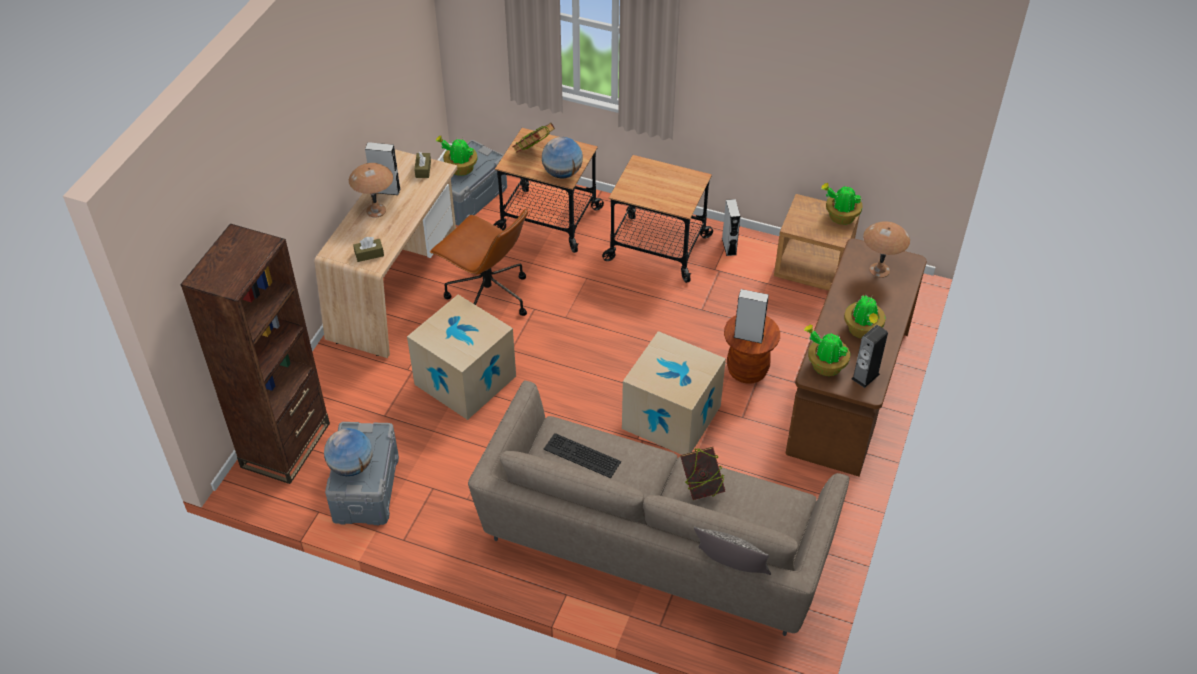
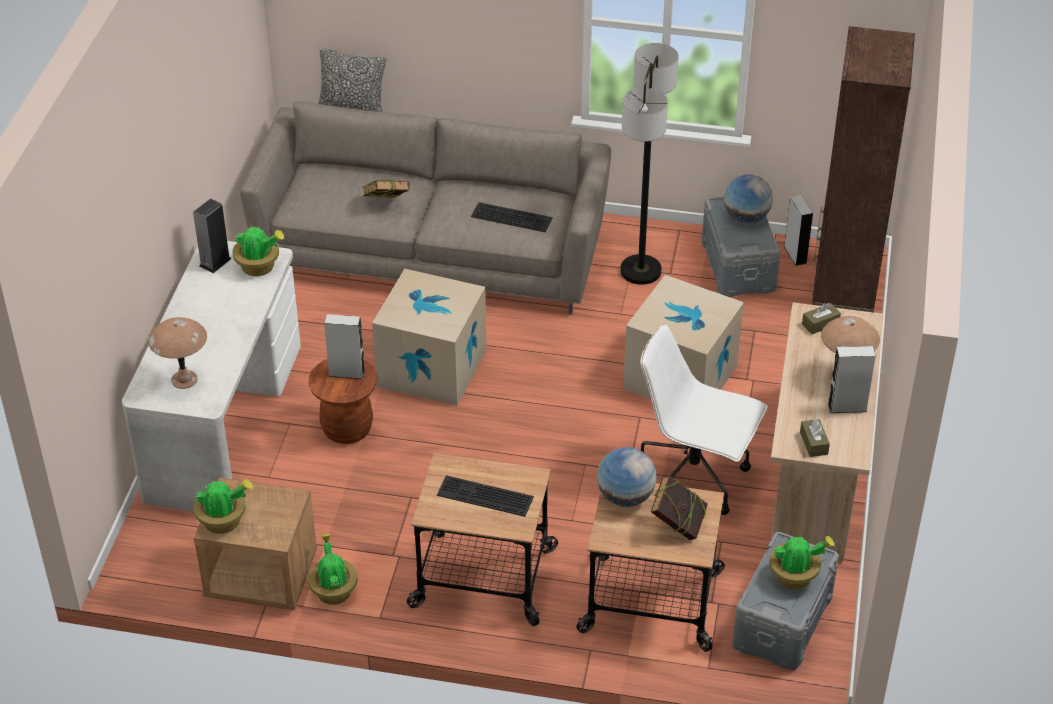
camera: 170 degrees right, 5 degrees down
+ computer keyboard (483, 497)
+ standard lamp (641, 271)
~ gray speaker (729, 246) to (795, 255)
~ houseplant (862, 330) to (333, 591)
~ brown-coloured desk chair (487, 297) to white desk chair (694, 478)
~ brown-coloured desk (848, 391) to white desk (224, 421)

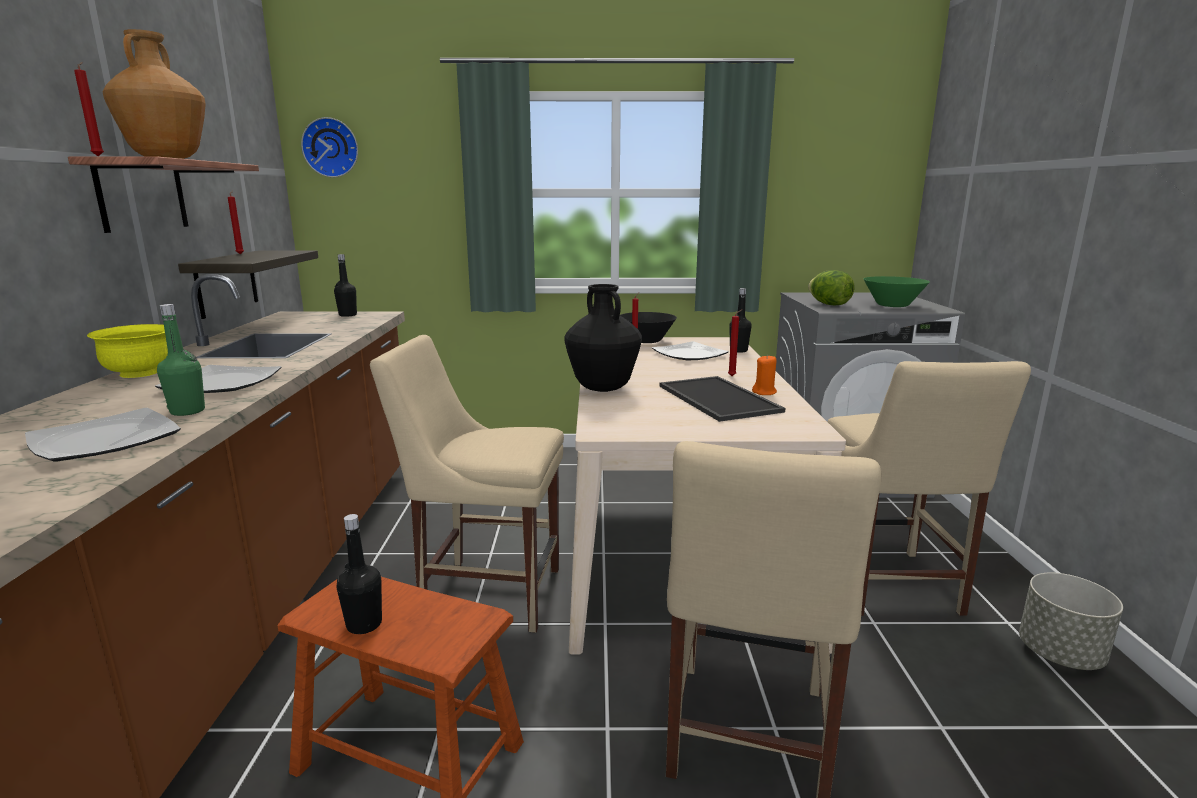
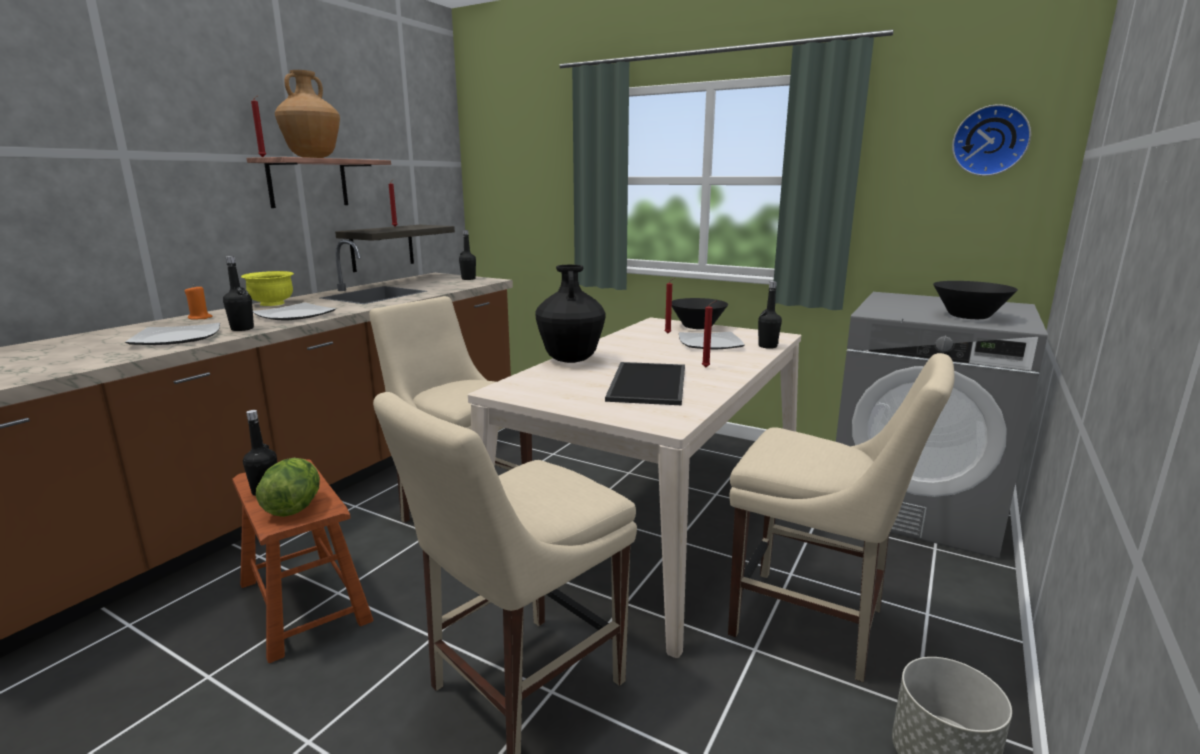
camera: 30 degrees right, 0 degrees up
~ wall clock (331, 148) to (990, 141)
~ orange wax light (764, 392) to (200, 318)
~ lettuce head (829, 304) to (294, 508)
~ greenish beverage bottle (187, 411) to black-coloured beverage bottle (242, 329)
~ greenish bowl (892, 305) to black-coloured bowl (969, 316)
~ beige-coloured plain chair (888, 586) = (815, 624) 90 degrees counterclockwise

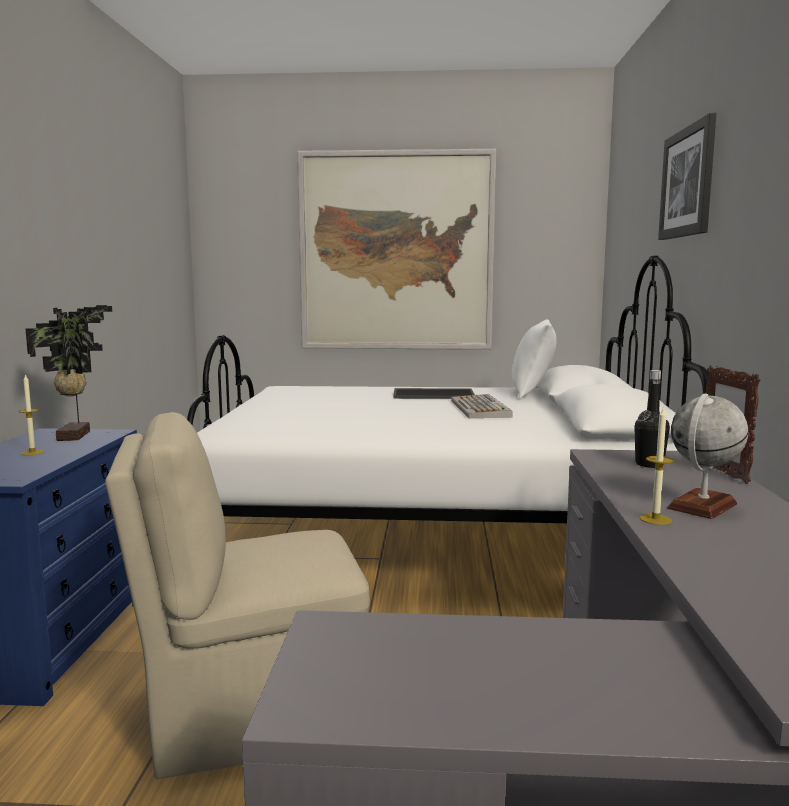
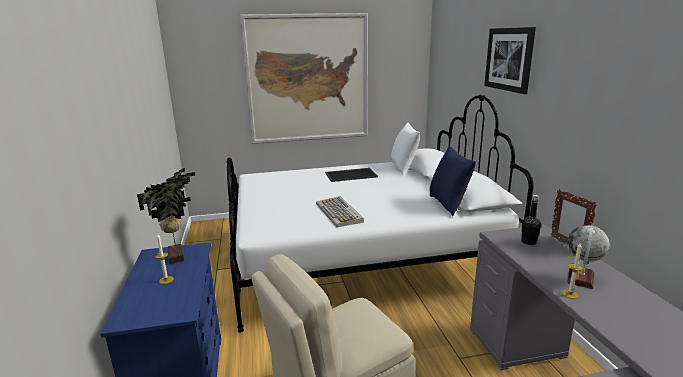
camera: 15 degrees left, 10 degrees up
+ bluish pillow (448, 204)
~ computer keyboard (480, 409) to (339, 212)

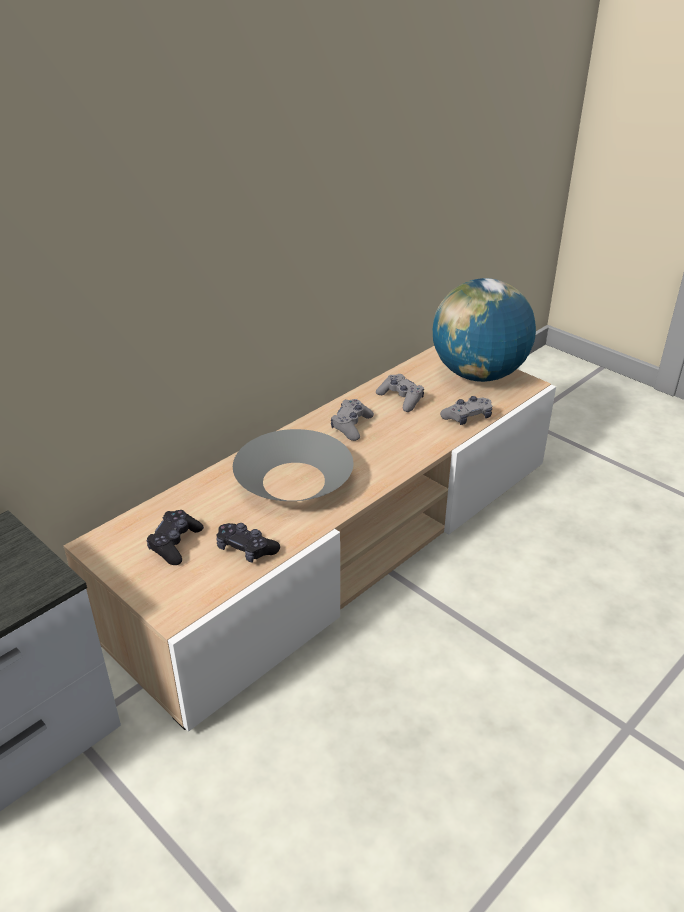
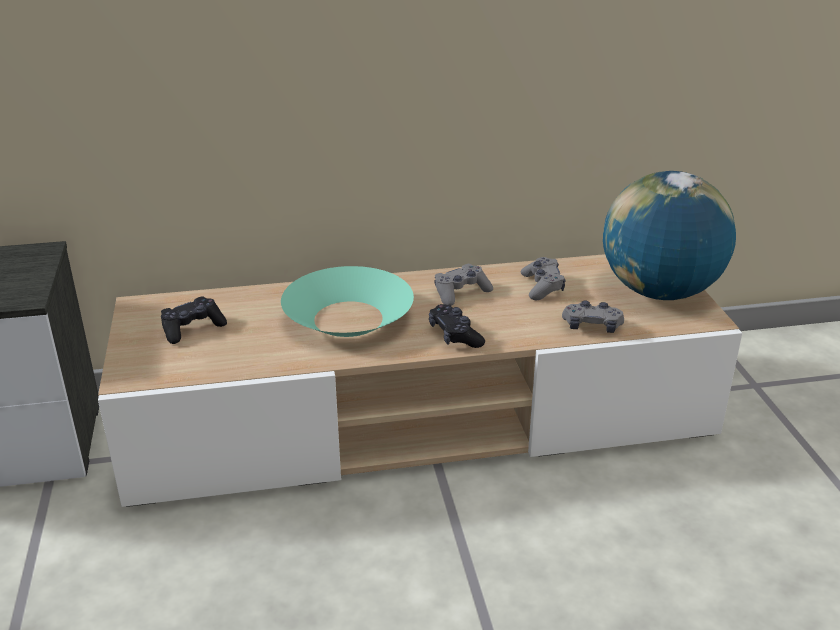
camera: 35 degrees right, 5 degrees down
~ black-coloured game controller (246, 549) to (455, 335)
~ gray bowl (293, 481) to blue-green bowl (348, 318)

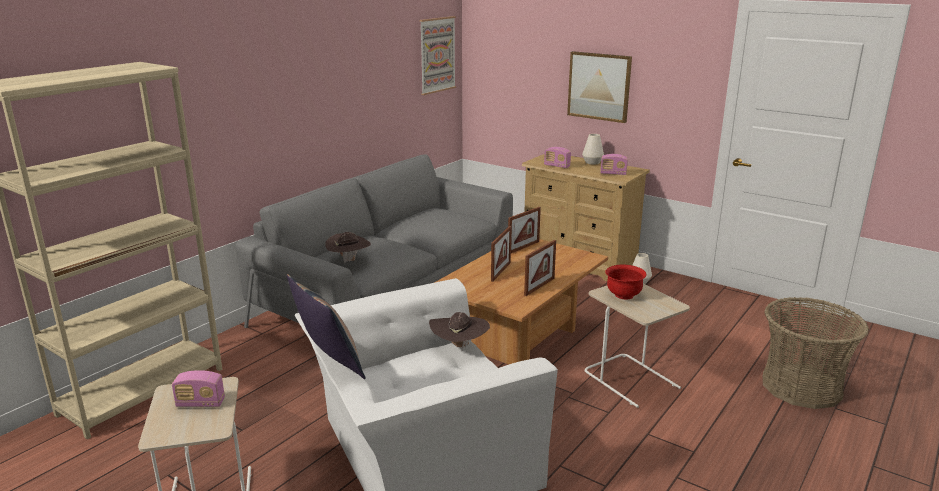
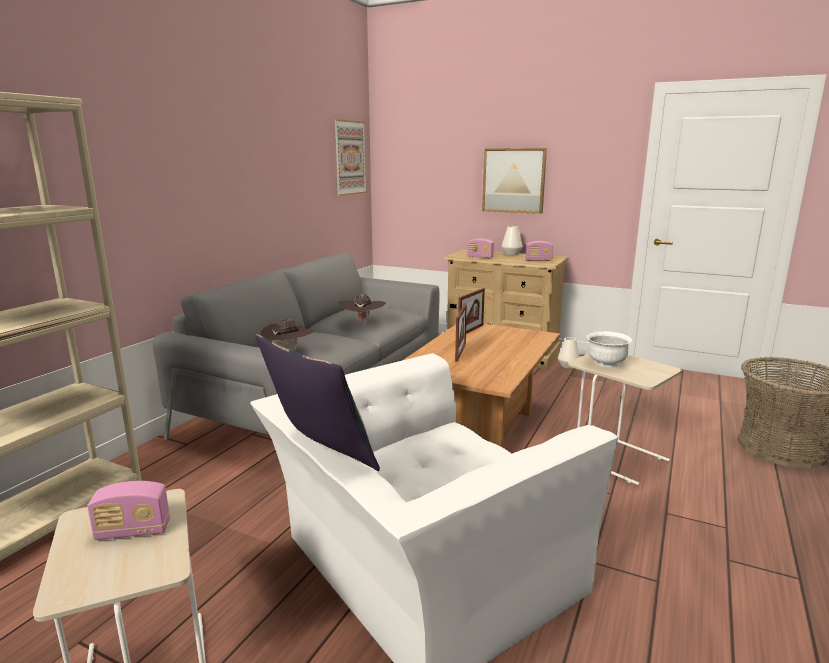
camera: 10 degrees left, 5 degrees down
- picture frame (539, 286)
~ brown-coloured clothing hat (459, 346) to (362, 322)
~ red-coloured bowl (623, 295) to white bowl (606, 363)

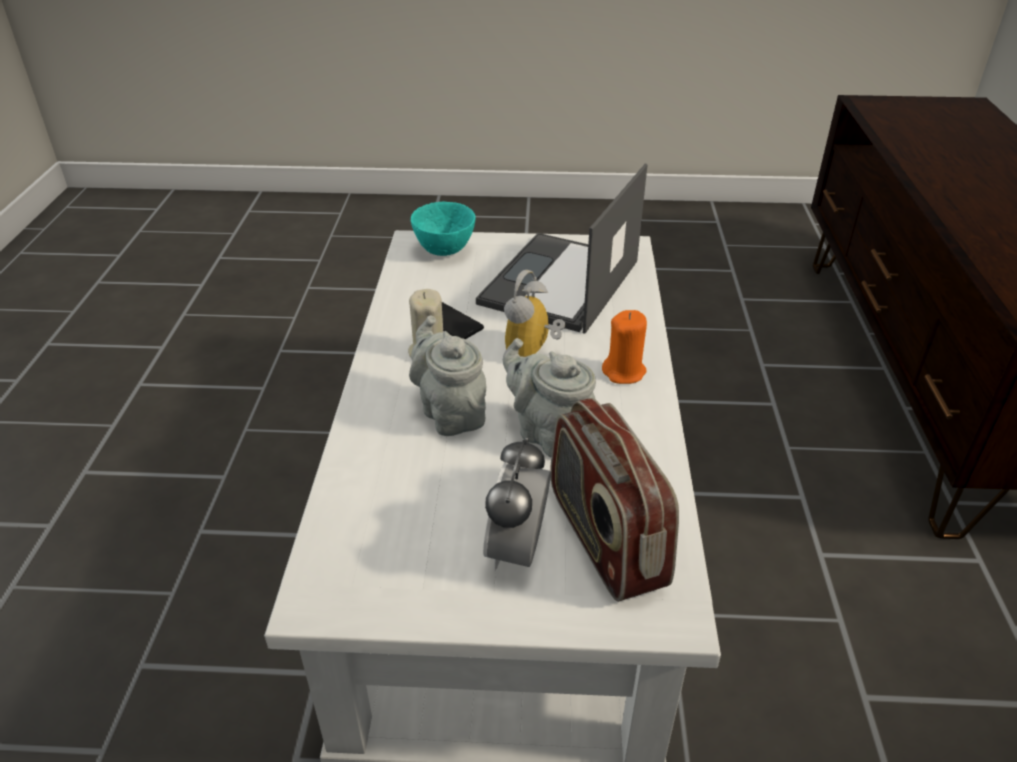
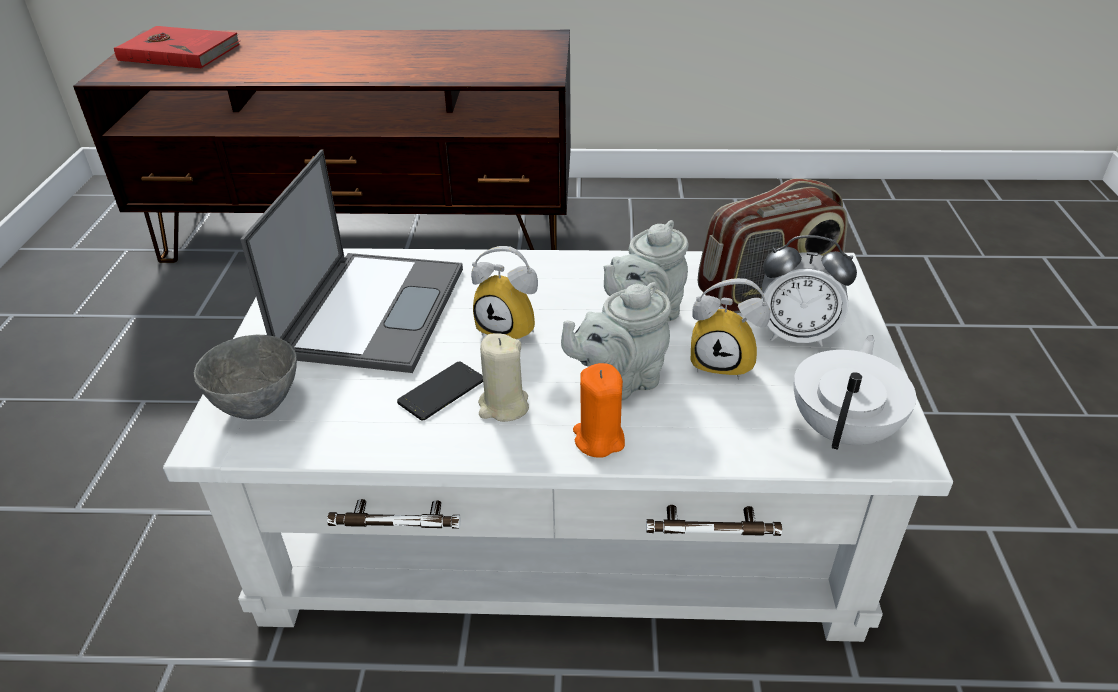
camera: 90 degrees left, 0 degrees up
+ red-coloured book (180, 52)
+ bedside clock (724, 362)
+ white pot for tea (844, 430)
~ orange wax light (624, 372) to (598, 439)
~ blue-green bowl (445, 251) to gray bowl (257, 405)
~ portable computer (559, 284) = (373, 309) 105 degrees counterclockwise

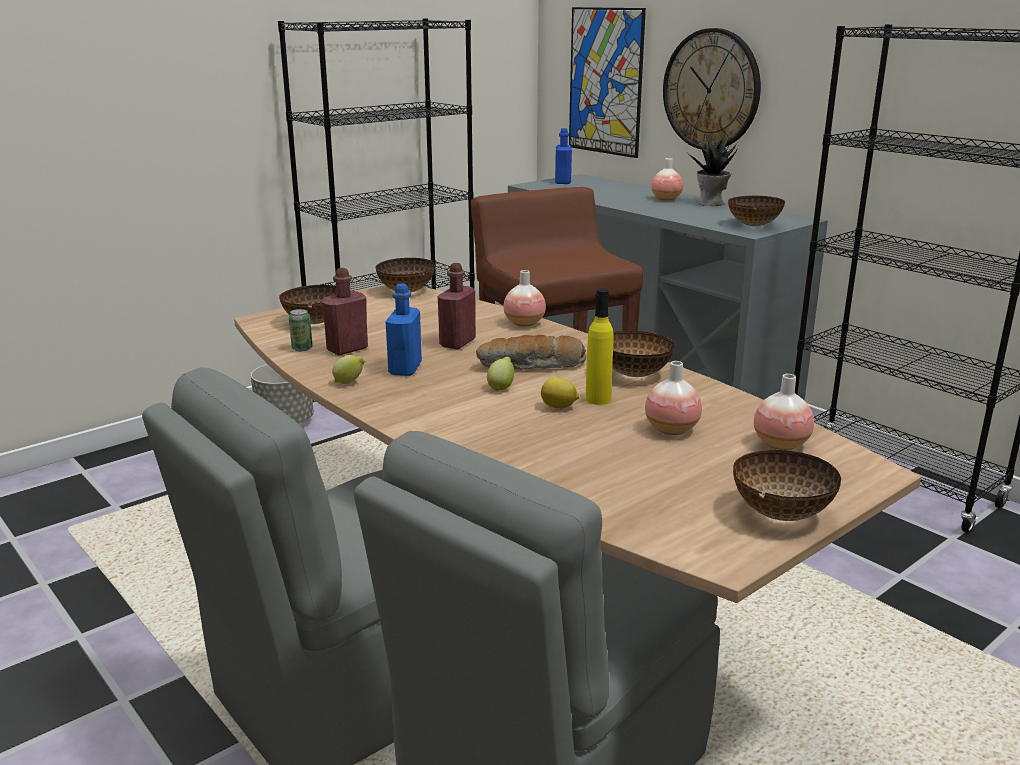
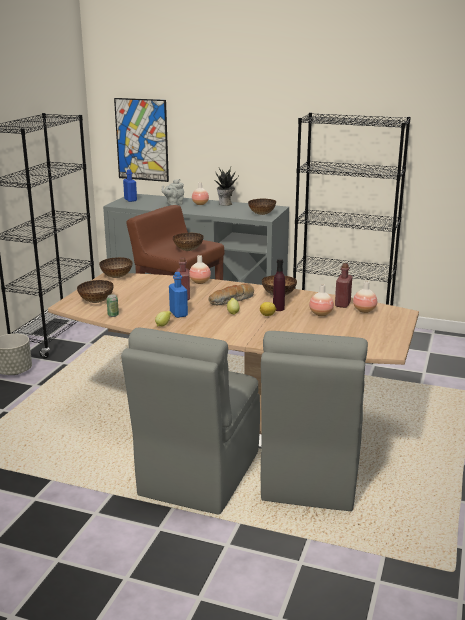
camera: 30 degrees left, 0 degrees up
- wall clock (711, 90)
+ gray pot for tea (174, 204)
~ red-coloured beverage bottle (347, 349) to (342, 304)
~ bowl (780, 513) to (188, 250)
~ yellow-coloured beverage bottle (598, 399) to purple beverage bottle (278, 309)

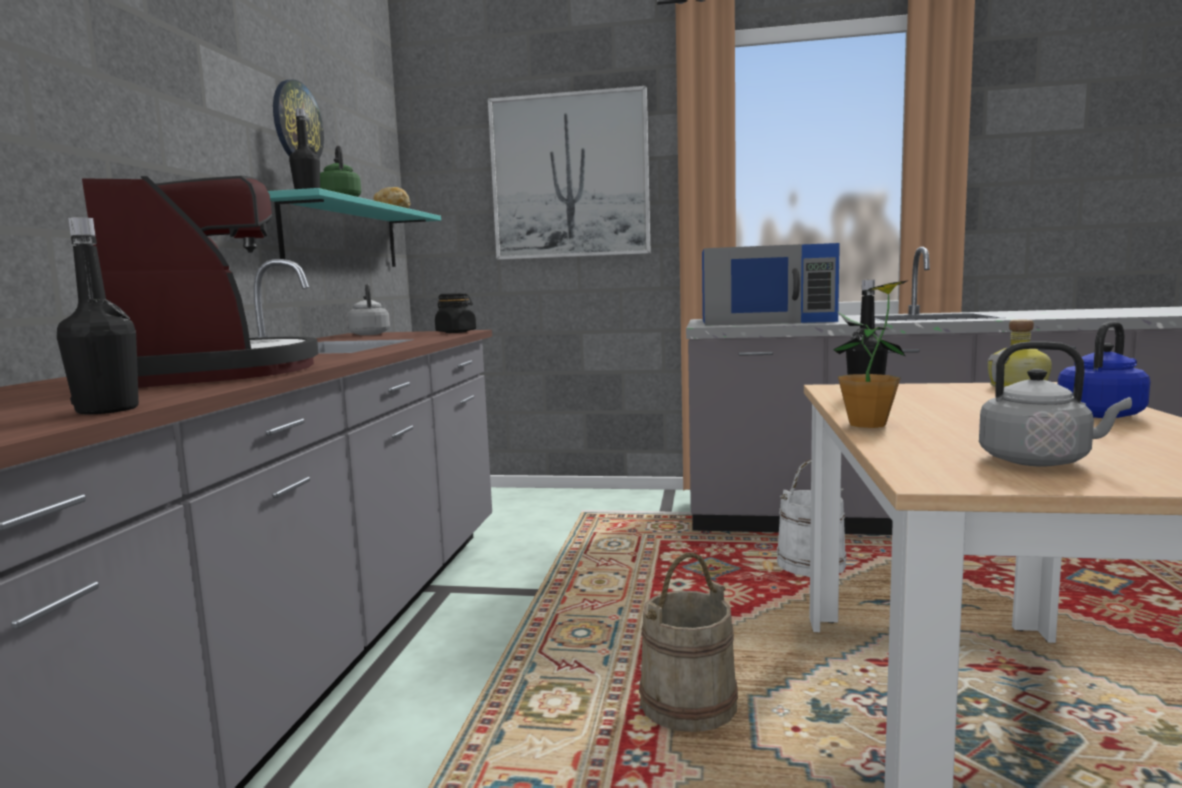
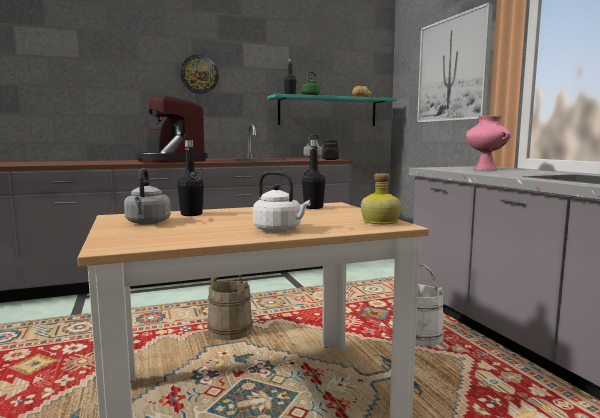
camera: 60 degrees right, 0 degrees up
- houseplant (867, 424)
~ black-coloured beverage bottle (107, 410) to (191, 214)
~ wall clock (296, 123) to (199, 74)
~ bluish microwave oven (766, 320) to pink-coloured decorative vase (486, 169)
~ bluish water kettle (1102, 414) to white water kettle (279, 230)
~ coffee maker (212, 372) = (170, 161) 105 degrees clockwise

